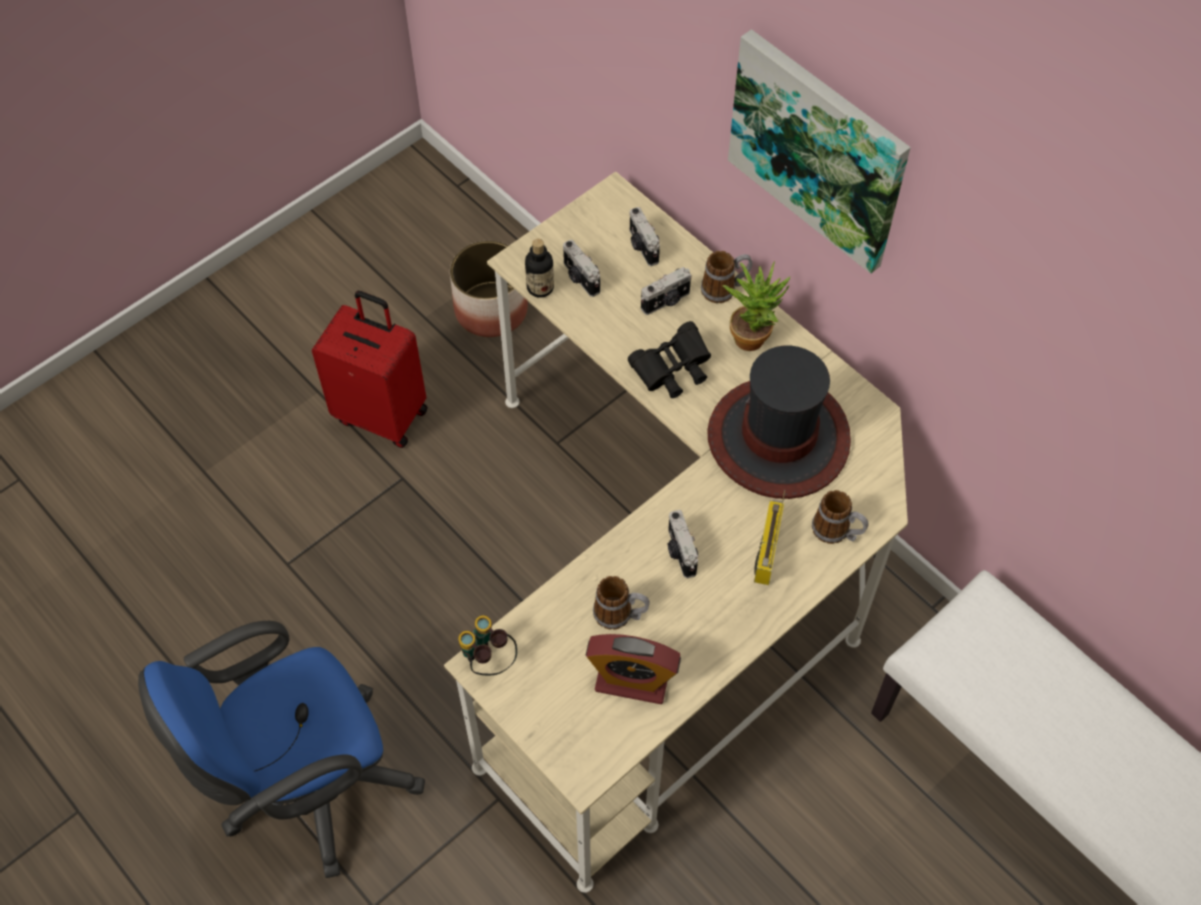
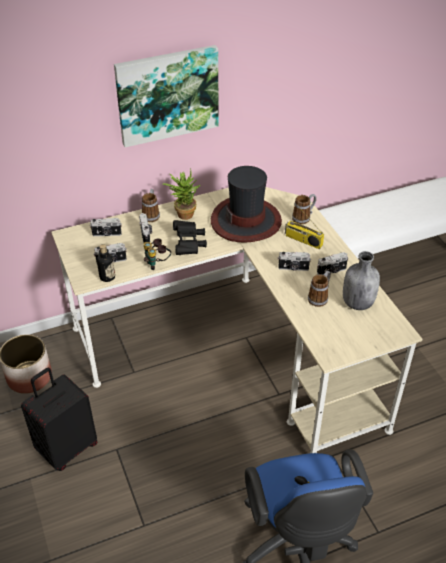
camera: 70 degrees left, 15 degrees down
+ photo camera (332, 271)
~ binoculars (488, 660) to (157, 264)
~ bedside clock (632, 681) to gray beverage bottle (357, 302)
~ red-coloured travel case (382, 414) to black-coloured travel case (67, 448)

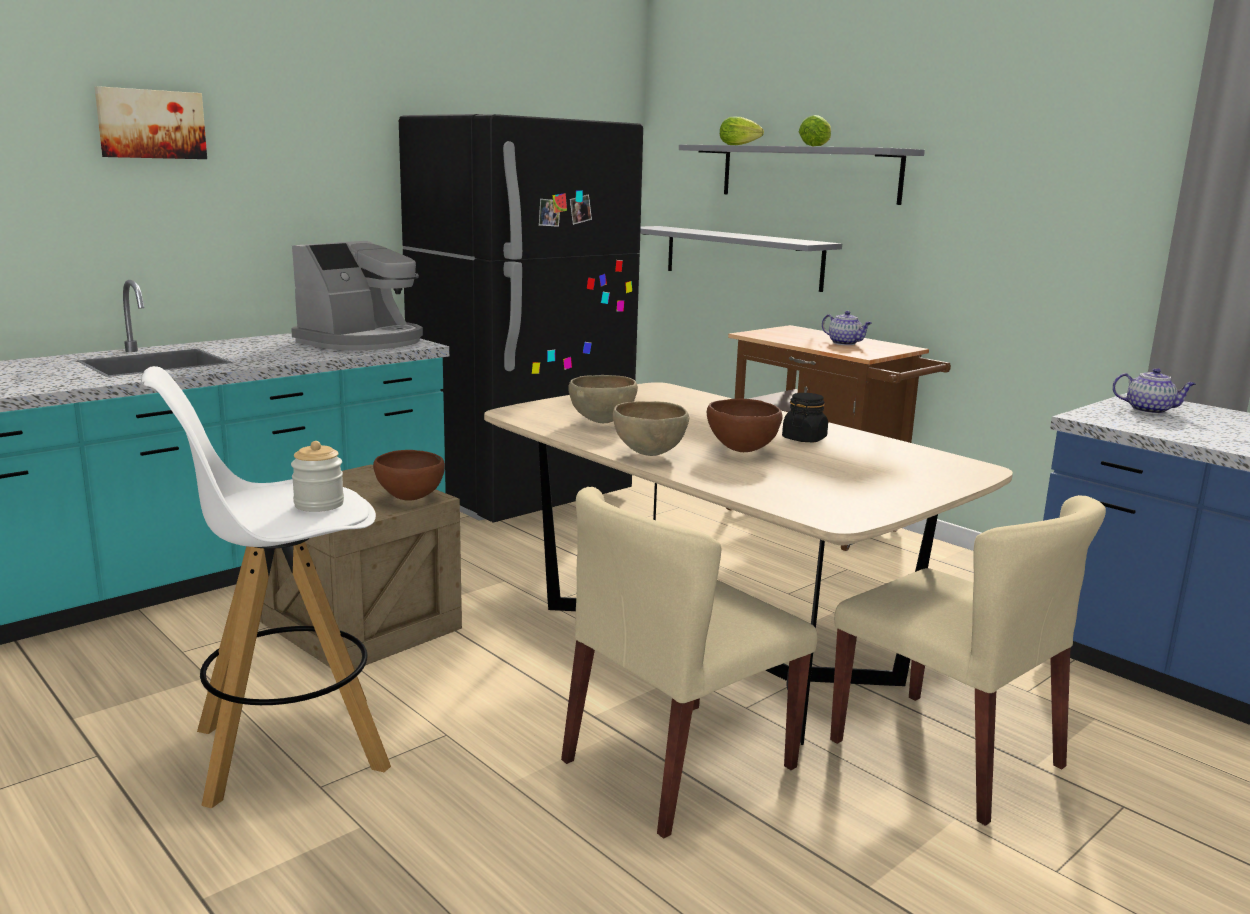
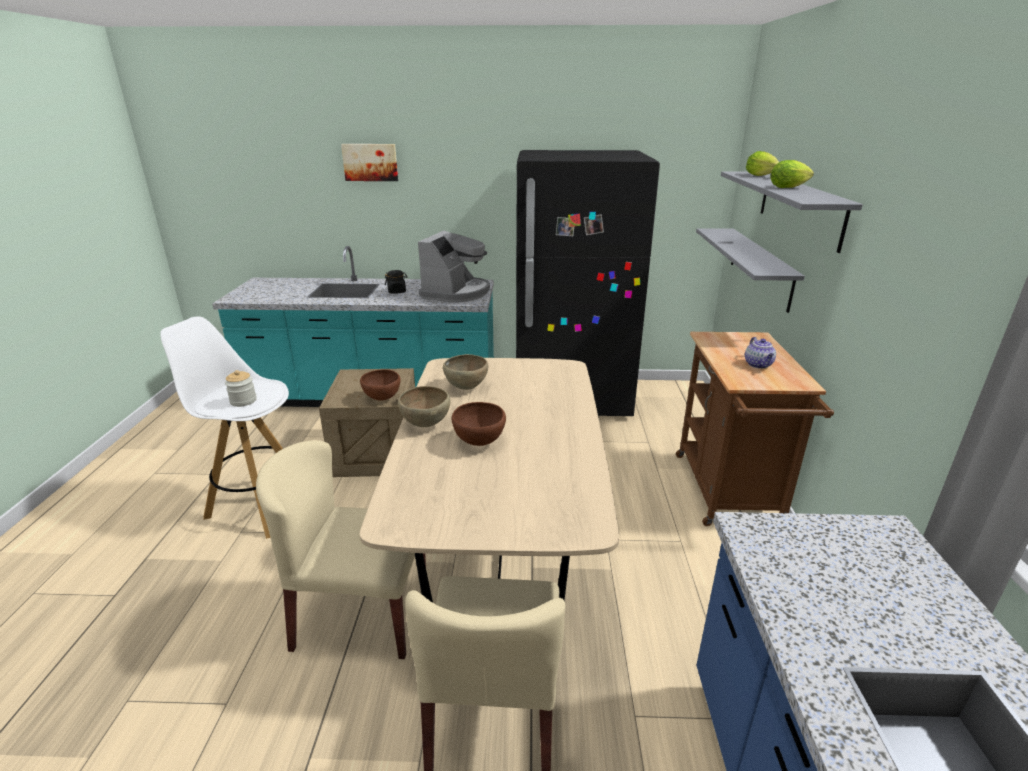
camera: 45 degrees right, 10 degrees up
- pot for tea (1150, 410)
~ black-coloured jar (804, 439) to (397, 291)
~ coffee maker (362, 341) = (456, 293) 60 degrees counterclockwise

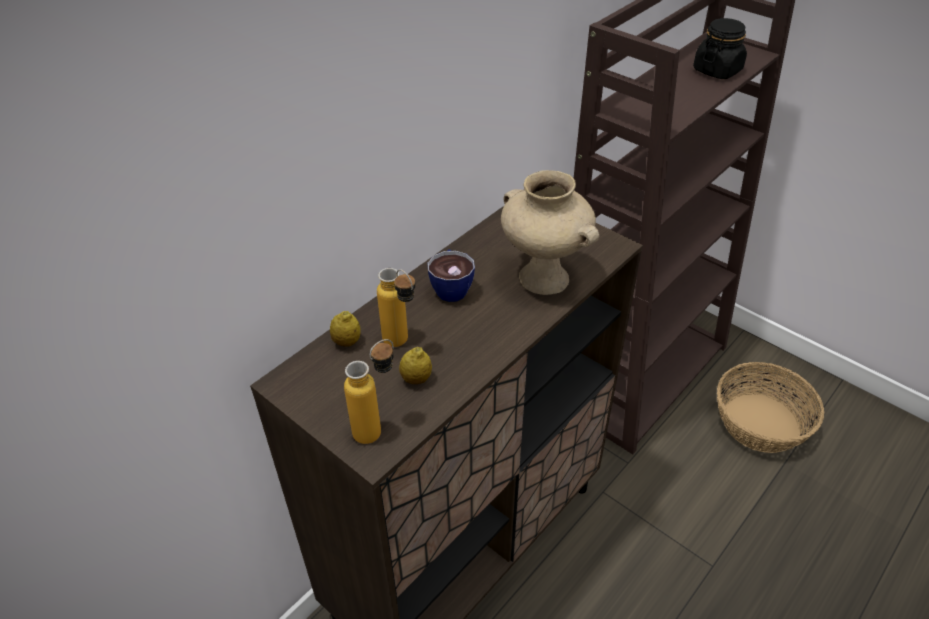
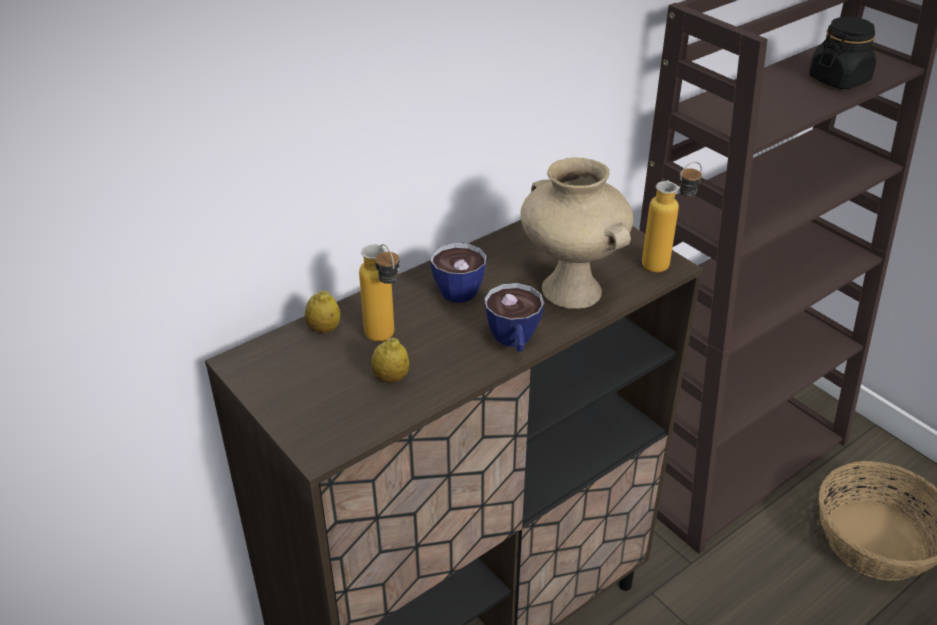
camera: 10 degrees right, 5 degrees down
+ small cup (514, 341)
~ beverage bottle (377, 428) to (665, 263)

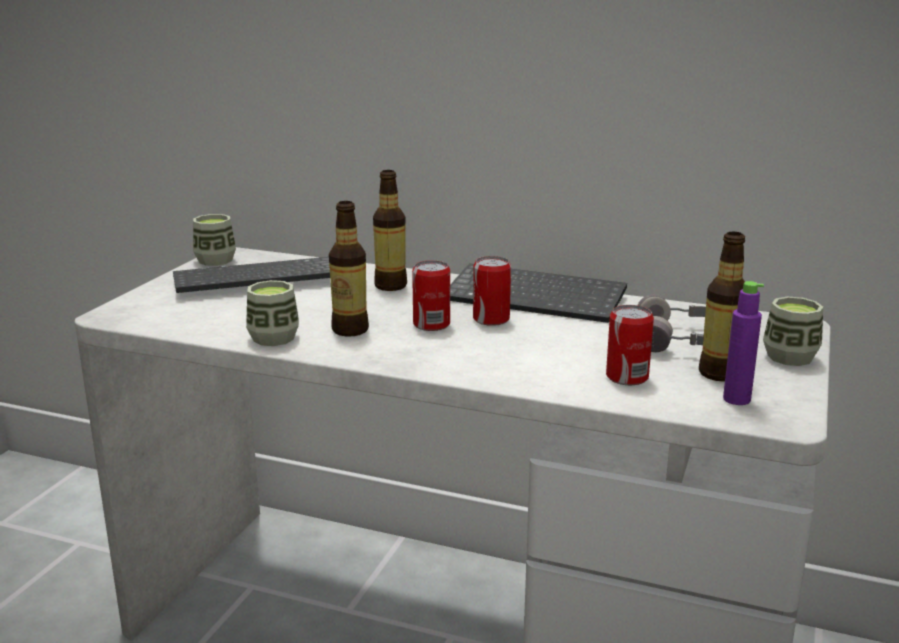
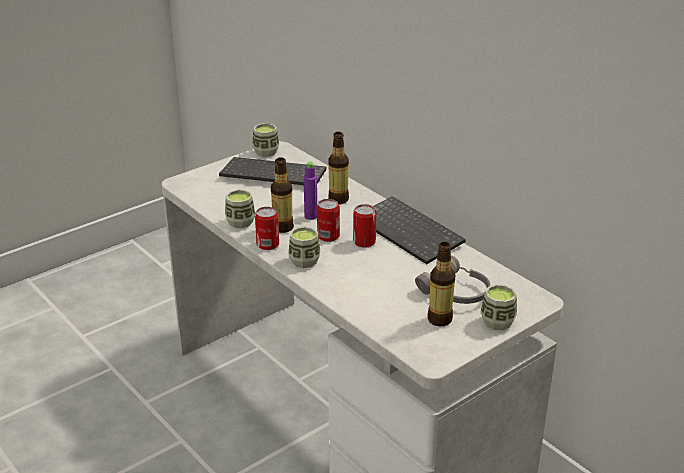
camera: 30 degrees right, 10 degrees up
+ small cup (304, 261)
~ can (627, 377) to (267, 244)
~ purple beverage bottle (736, 399) to (311, 216)

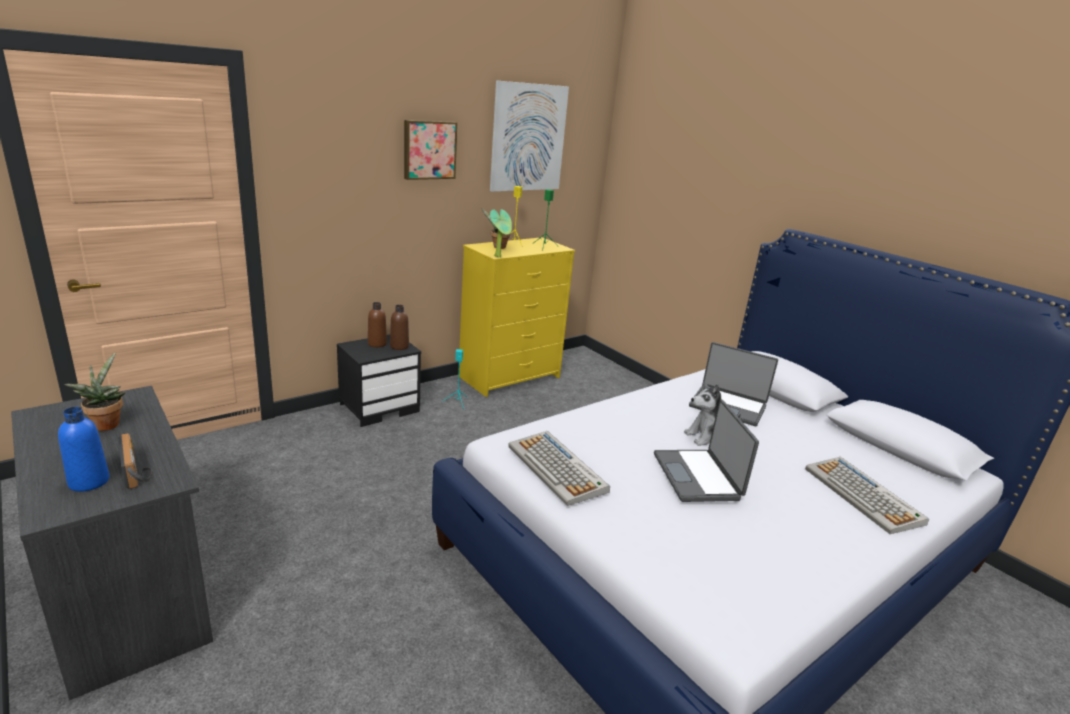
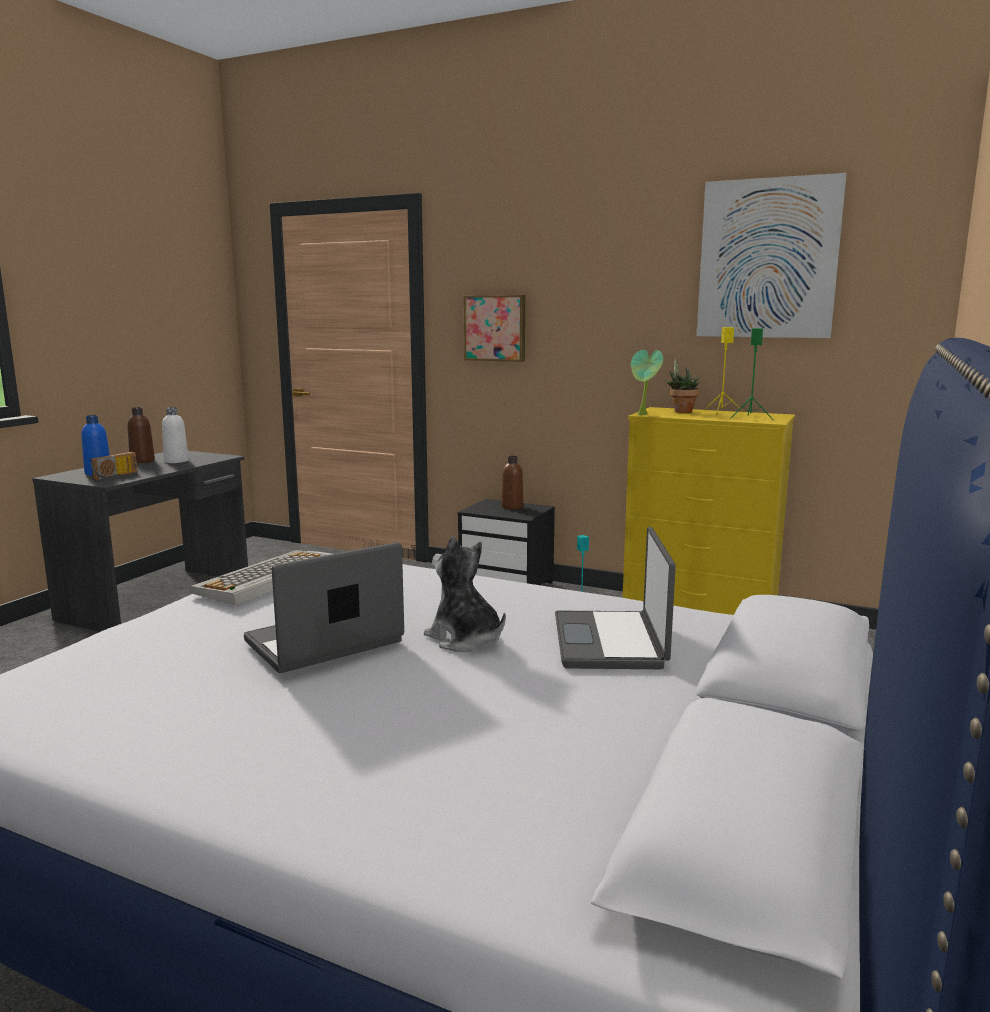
camera: 65 degrees right, 10 degrees down
- computer keyboard (864, 496)
~ brown-coloured beverage bottle (399, 346) to (142, 461)
~ wall art (429, 149) to (495, 328)
~ houseplant (106, 424) to white beverage bottle (176, 461)

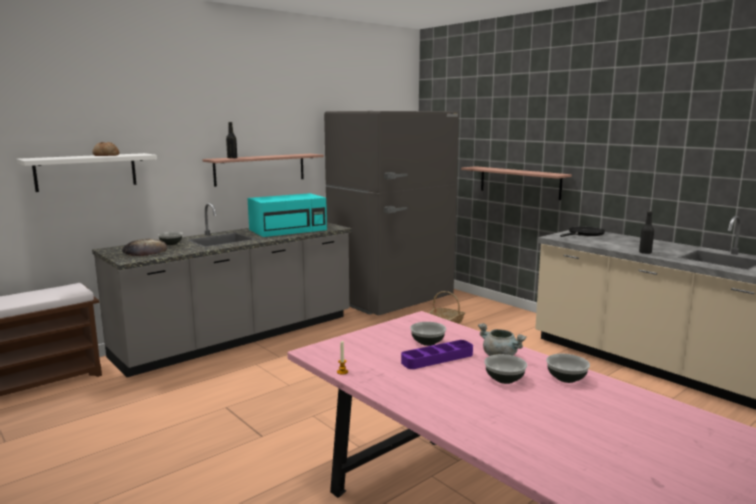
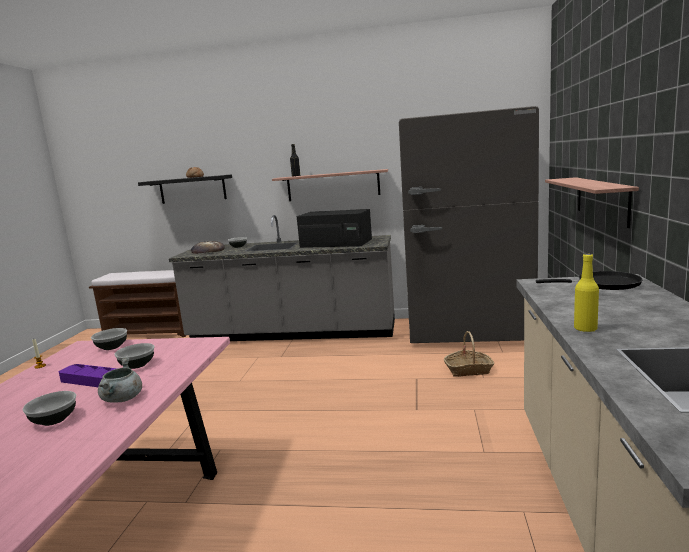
camera: 50 degrees right, 0 degrees up
~ bowl (566, 378) to (112, 347)
~ white shelf (86, 172) to black-coloured shelf (192, 189)
~ blue-green microwave oven (289, 230) to black-coloured microwave oven (337, 243)
~ black-coloured beverage bottle (645, 253) to yellow-coloured beverage bottle (585, 329)

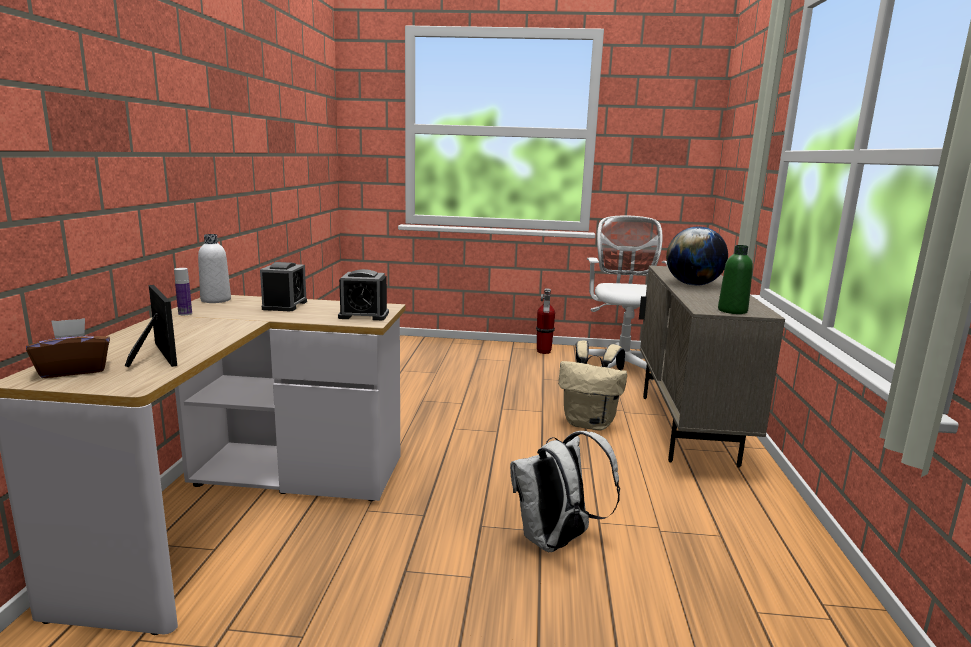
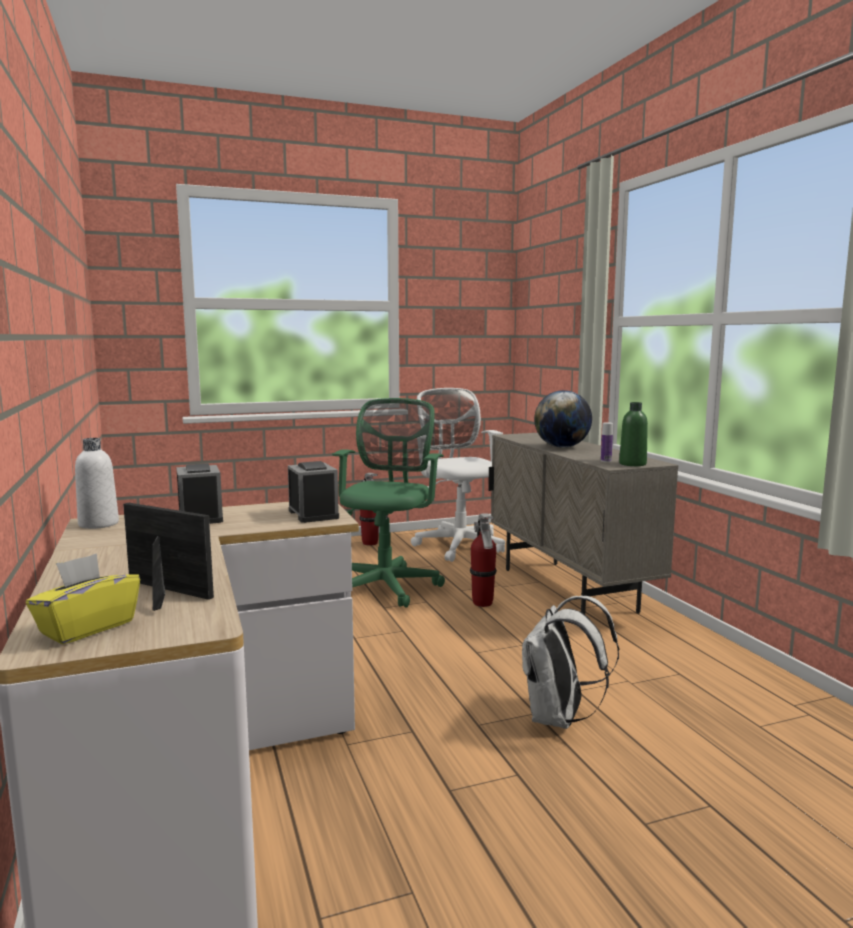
camera: 25 degrees left, 5 degrees down
+ greenish desk chair (387, 586)
~ beverage bottle (185, 313) to (606, 461)
~ beige-coloured backpack (590, 423) to fire-fighting cylinder (482, 603)
~ brown-coloured tissue box (74, 370) to yellow-coloured tissue box (87, 628)
~ bedside clock (364, 315) = (313, 514) 90 degrees counterclockwise

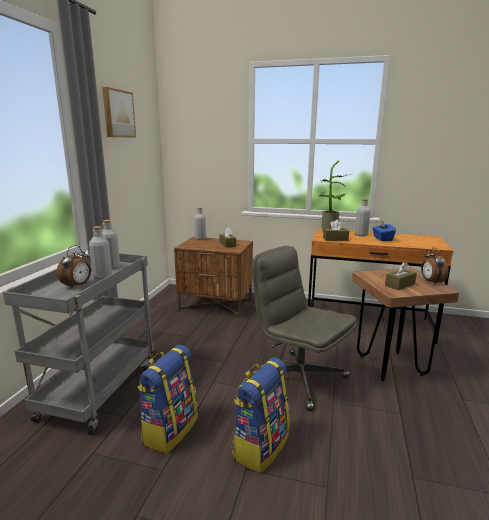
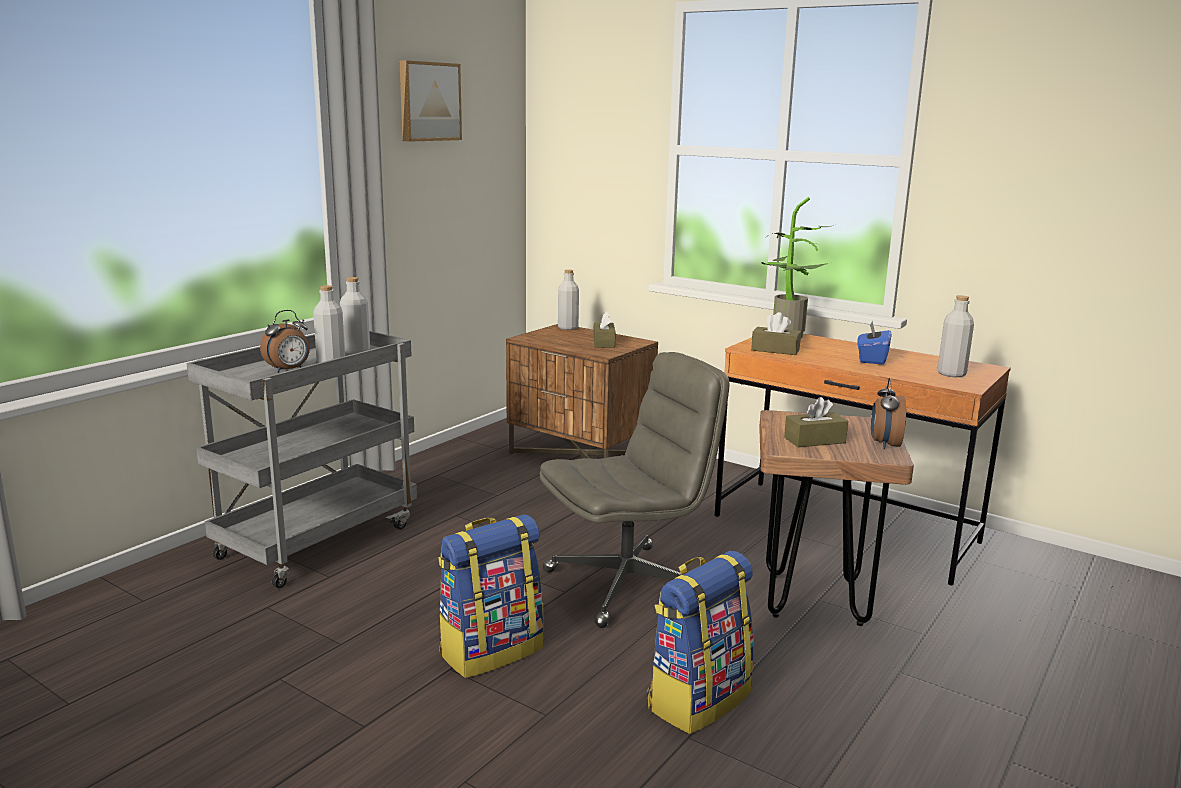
camera: 20 degrees right, 0 degrees up
~ backpack (169, 429) to (698, 699)
~ gray beverage bottle (361, 235) to (951, 374)
~ gray desk chair (298, 378) = (627, 584) 90 degrees clockwise

